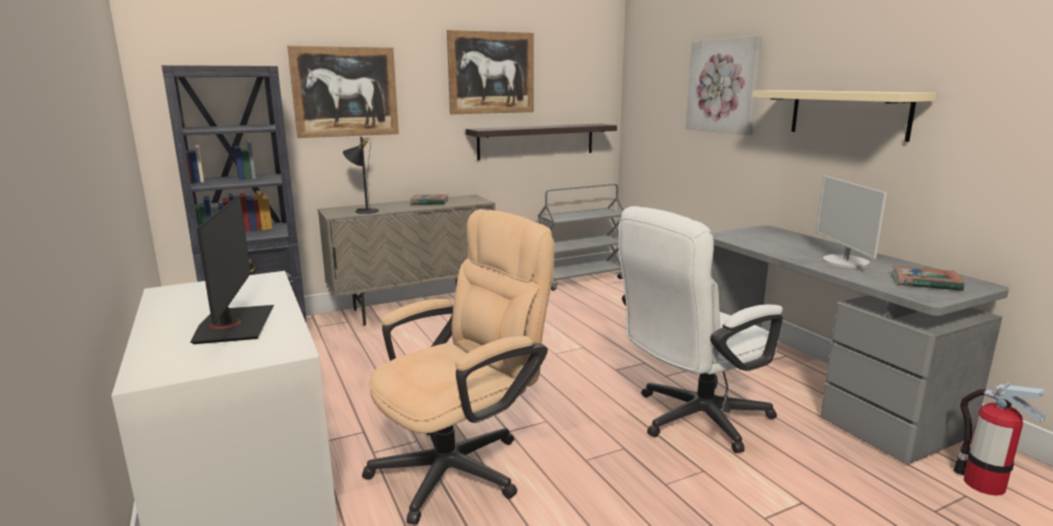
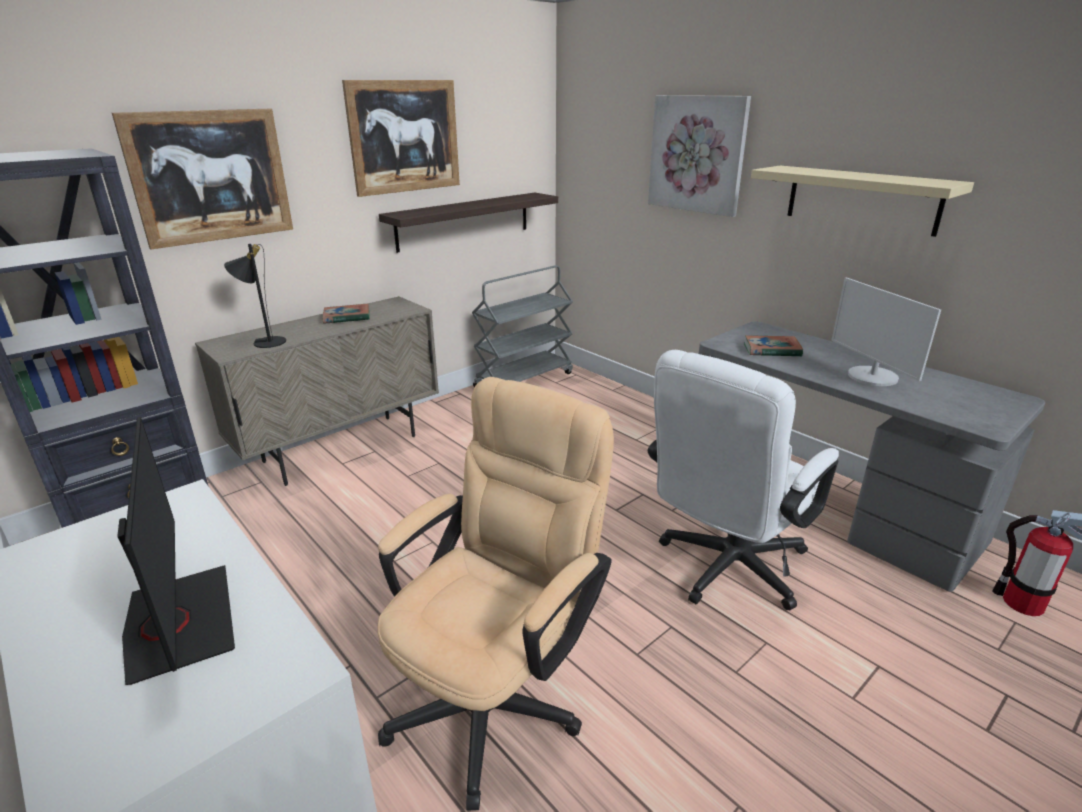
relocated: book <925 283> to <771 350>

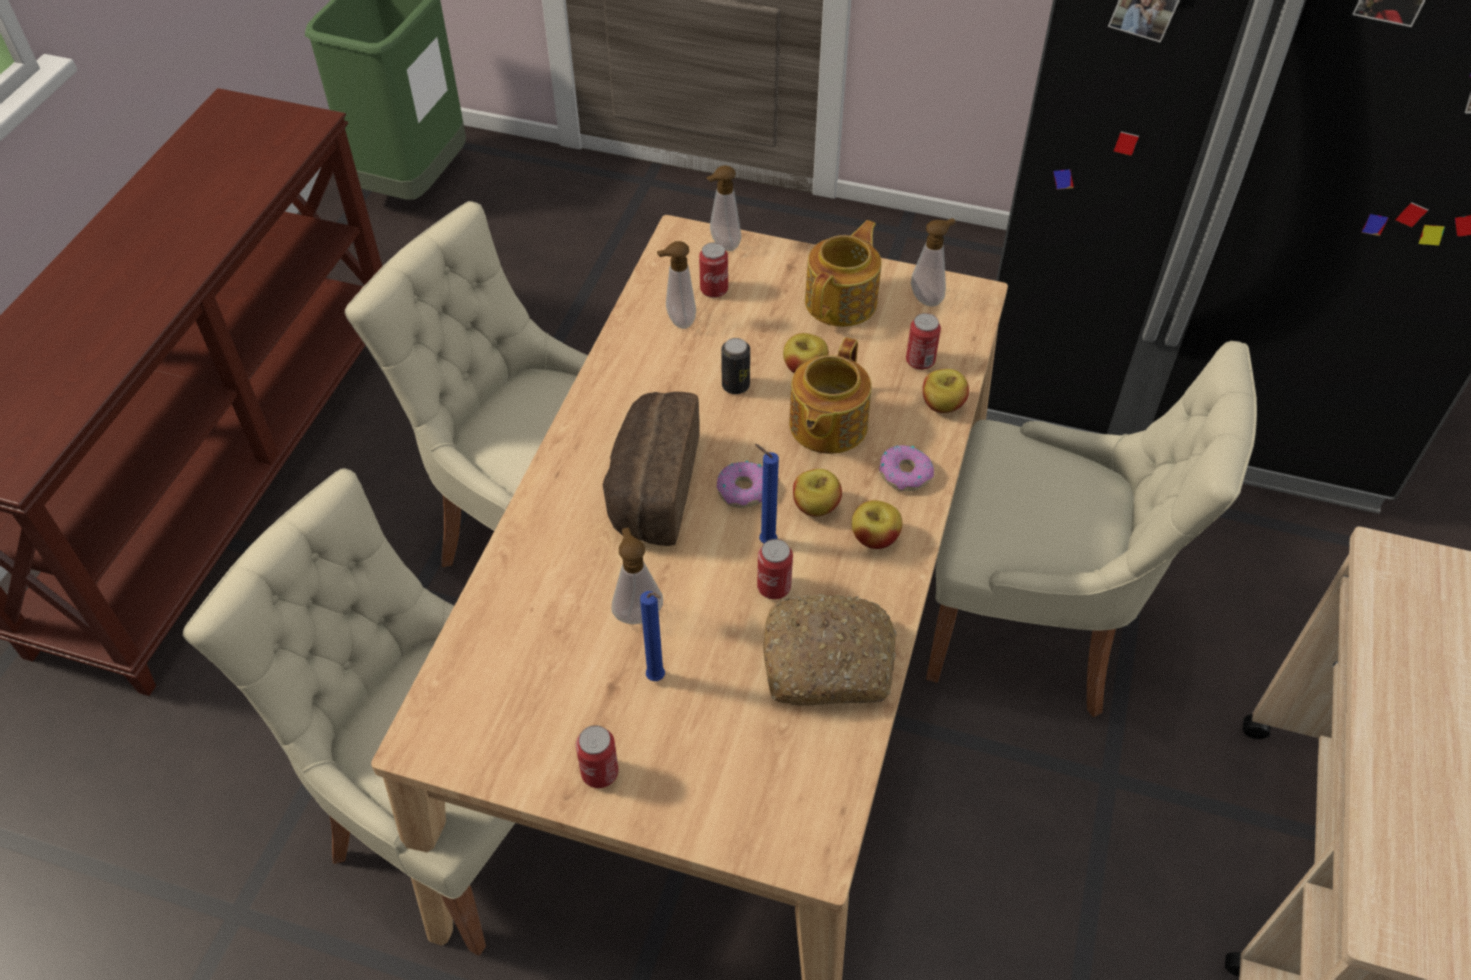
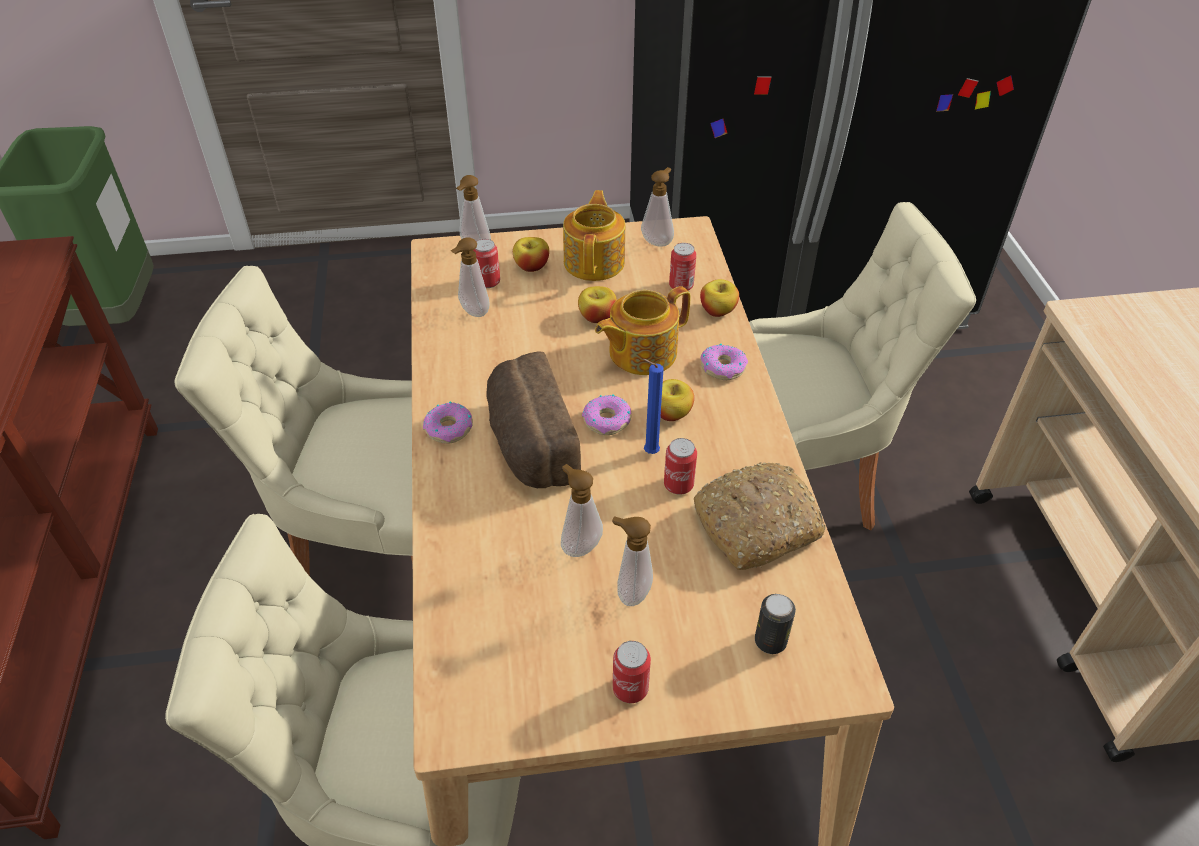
appeared: donut <449 428>
relocated: apple <874 538> to <531 266>; can <735 385> to <770 641>
exchanged: blue candle <657 679> to soap dispenser <630 592>
spun: teapot <826 426> = <641 352> 60 degrees clockwise

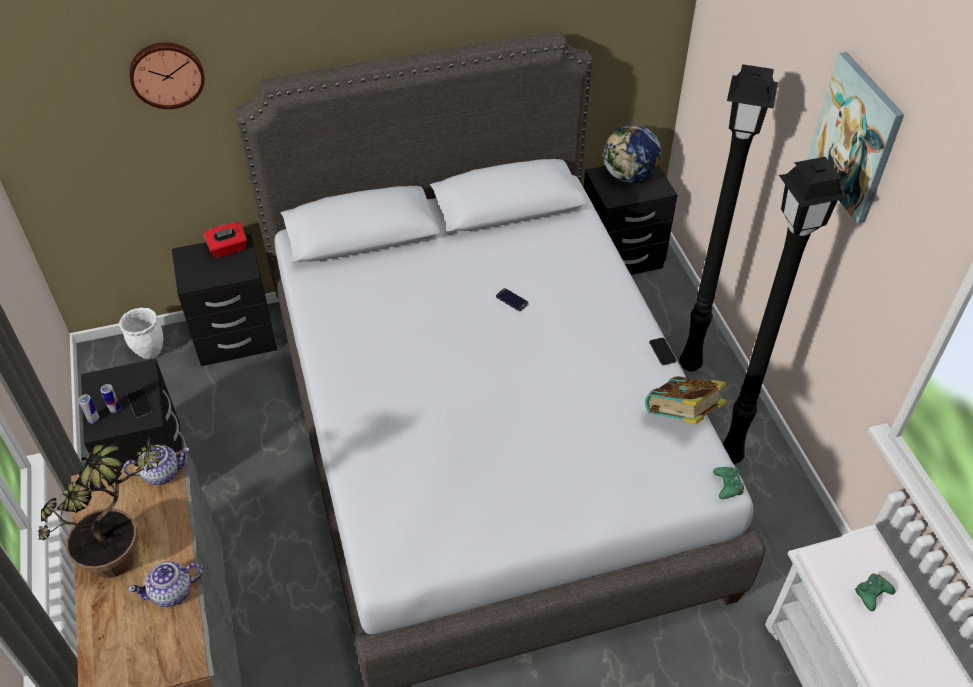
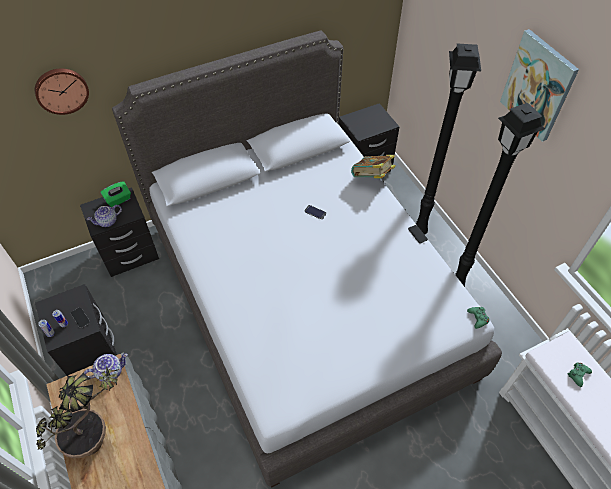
missing: white planter <150 350>; globe <629 176>
relocated: teapot <172 592> to <108 221>; book <681 417> to <372 178>
colour: red tissue box <228 249> to green tissue box <118 200>

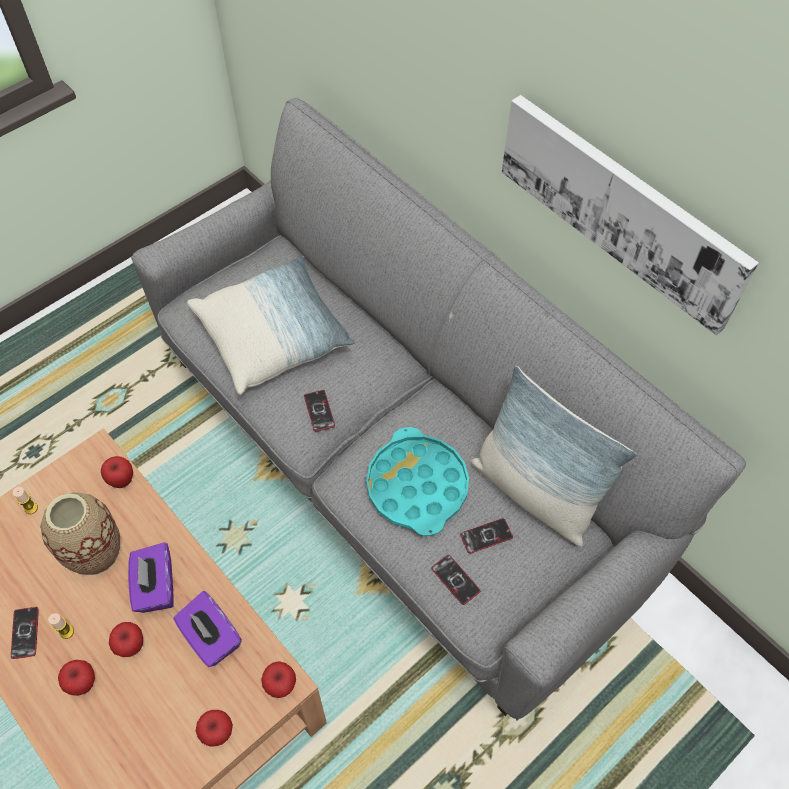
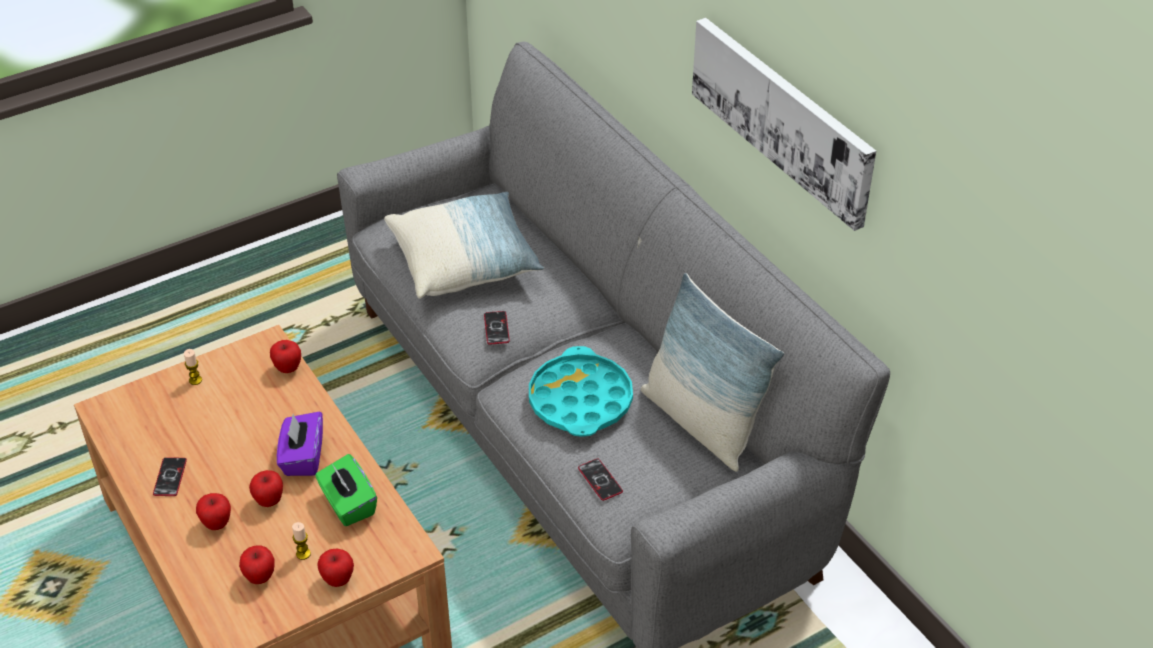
missing: vase <94 552>; phone <486 536>
relocated: apple <281 685> to <260 577>; candle <67 632> to <303 554>
colour: purple tissue box <211 637> to green tissue box <348 504>

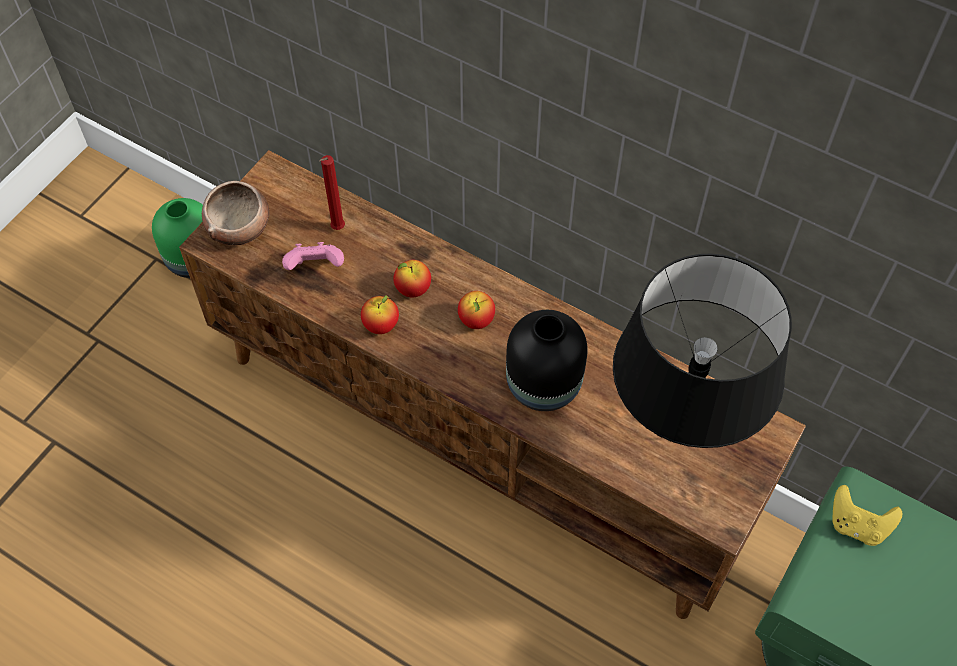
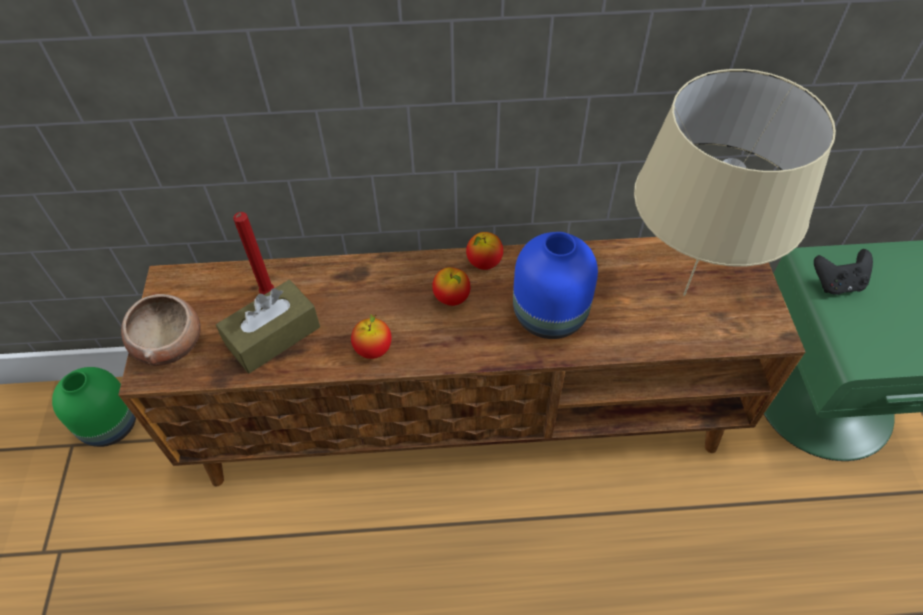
relocated: apple <413 289> to <484 263>
exchanged: pink game controller <316 267> to brown tissue box <273 336>
colour: black vase <544 386> to blue vase <551 316>; black table lamp <677 440> to beige table lamp <684 295>; yellow game controller <857 525> to black game controller <837 284>

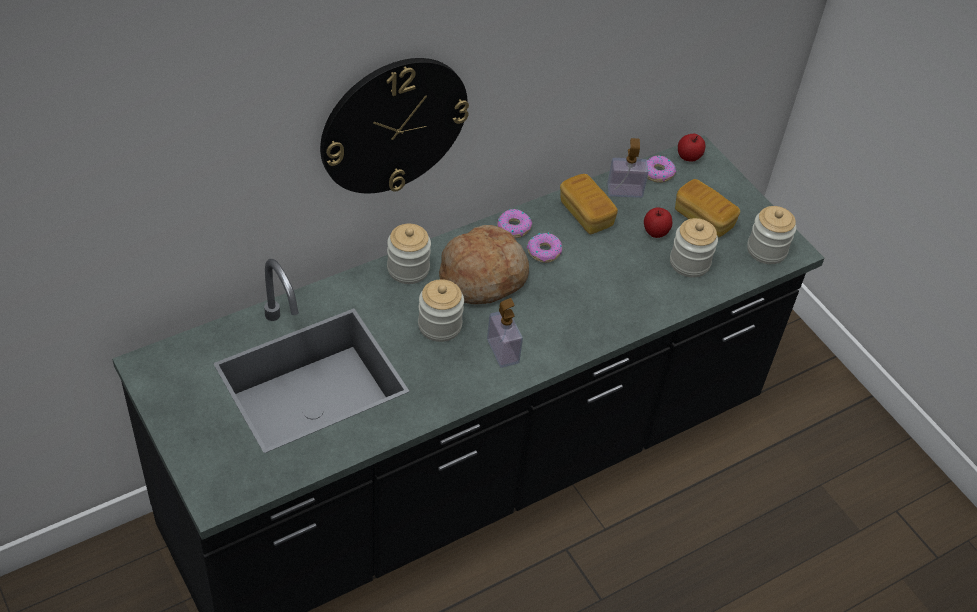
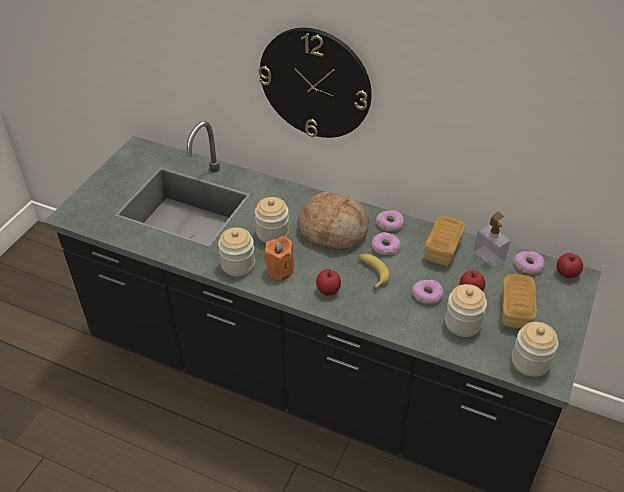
appeared: apple <328 290>; banana <372 273>; donut <427 294>
relocated: jar <408 269> to <238 264>
exchanged: soap dispenser <503 351> to orange candle <280 270>

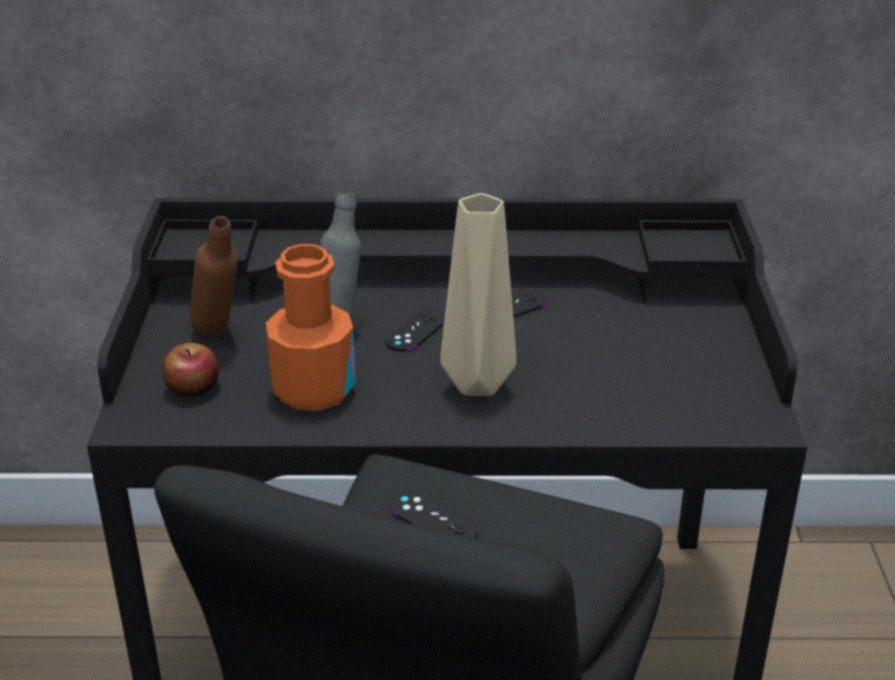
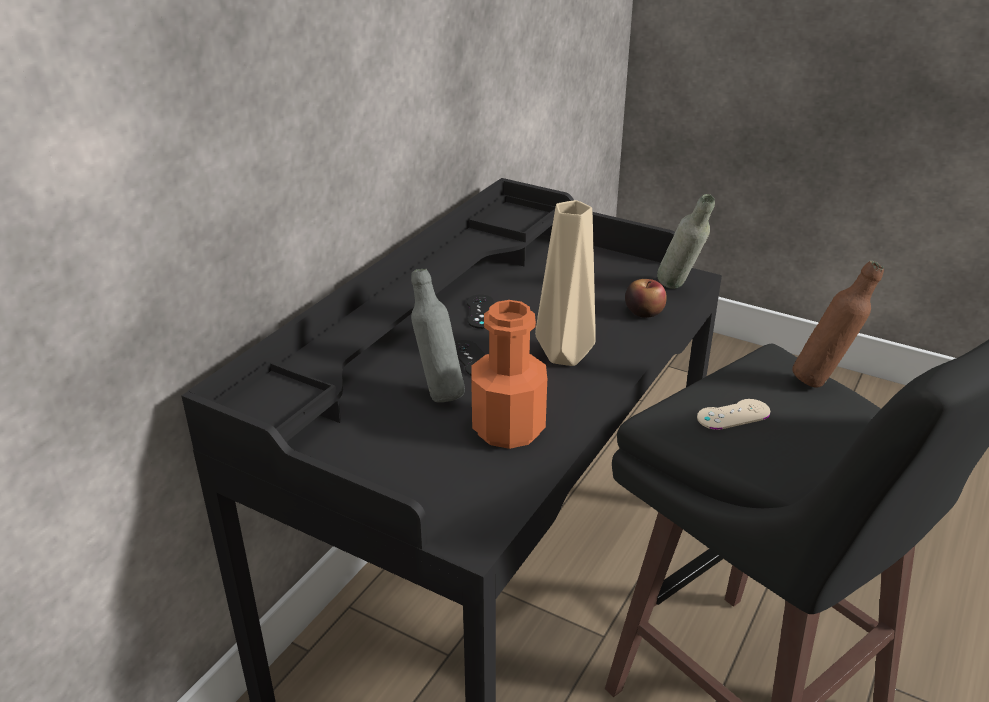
appeared: grey bottle <679 290>
relocated: apple <193 387> to <644 311>; brown bottle <220 337> to <823 381>
colour: black game controller <433 518> to beige game controller <733 415>

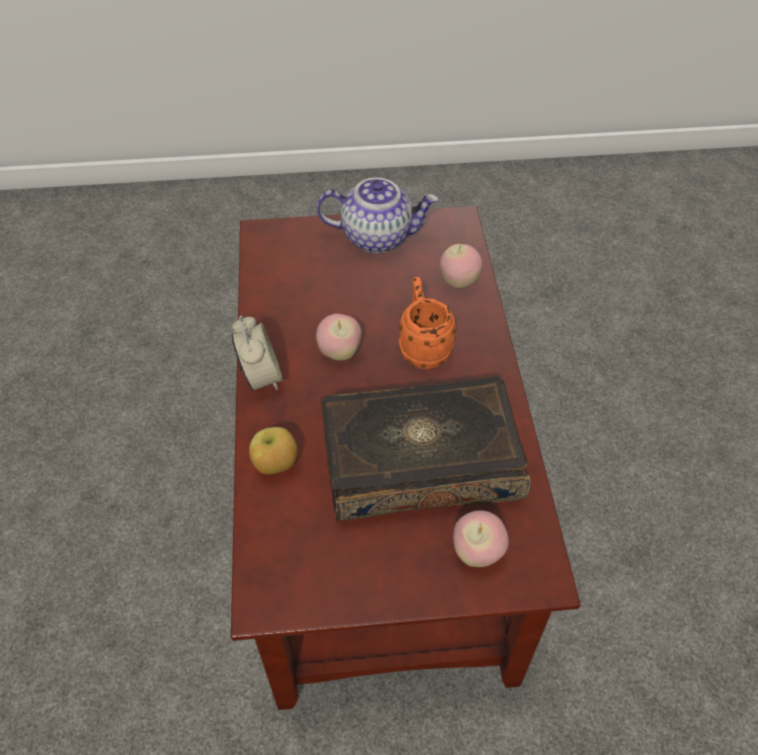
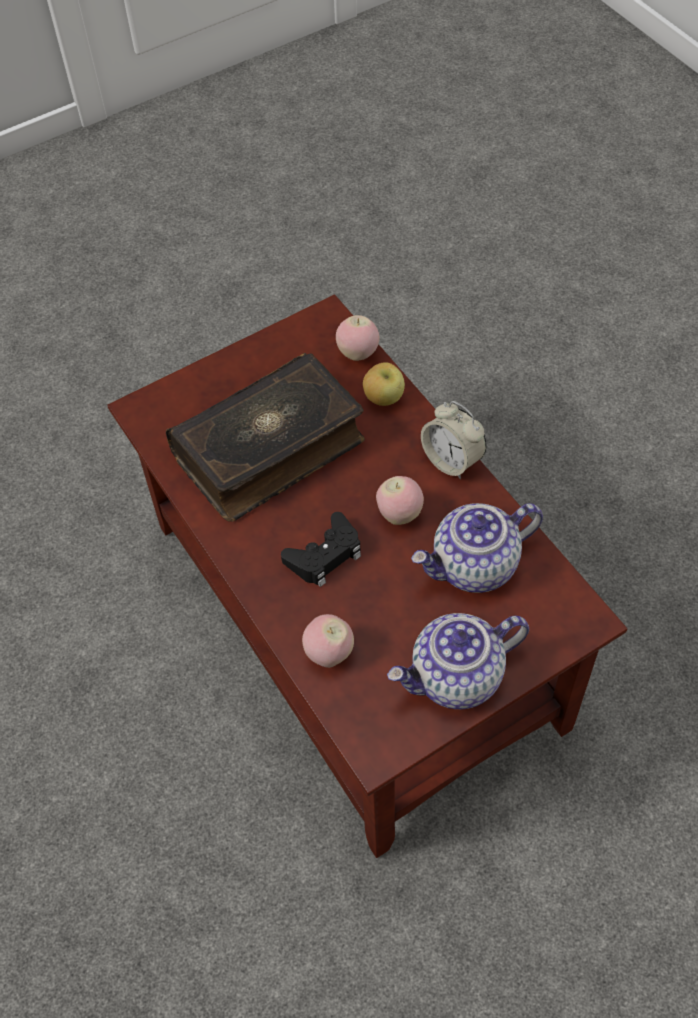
appeared: teapot <474 566>
relocated: apple <477 552> to <358 353>
exchanged: orange mug <422 347> to black game controller <325 555>

